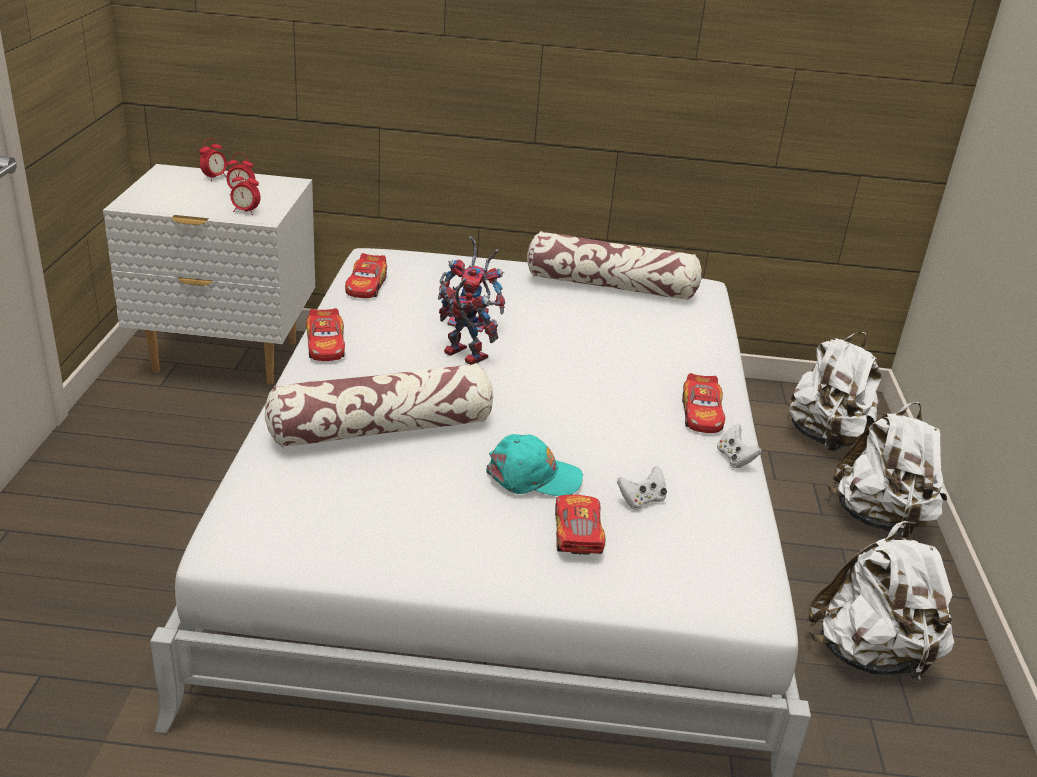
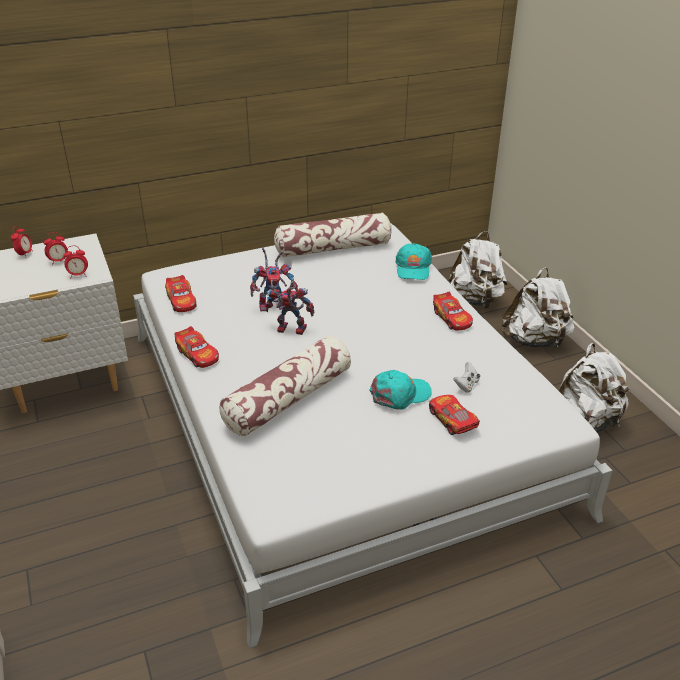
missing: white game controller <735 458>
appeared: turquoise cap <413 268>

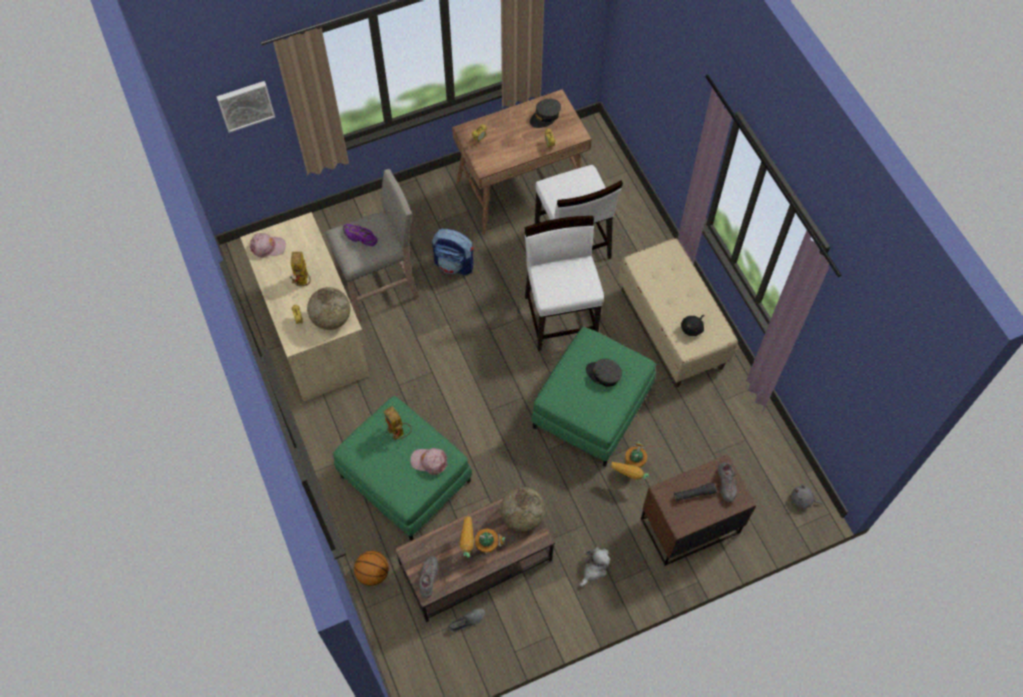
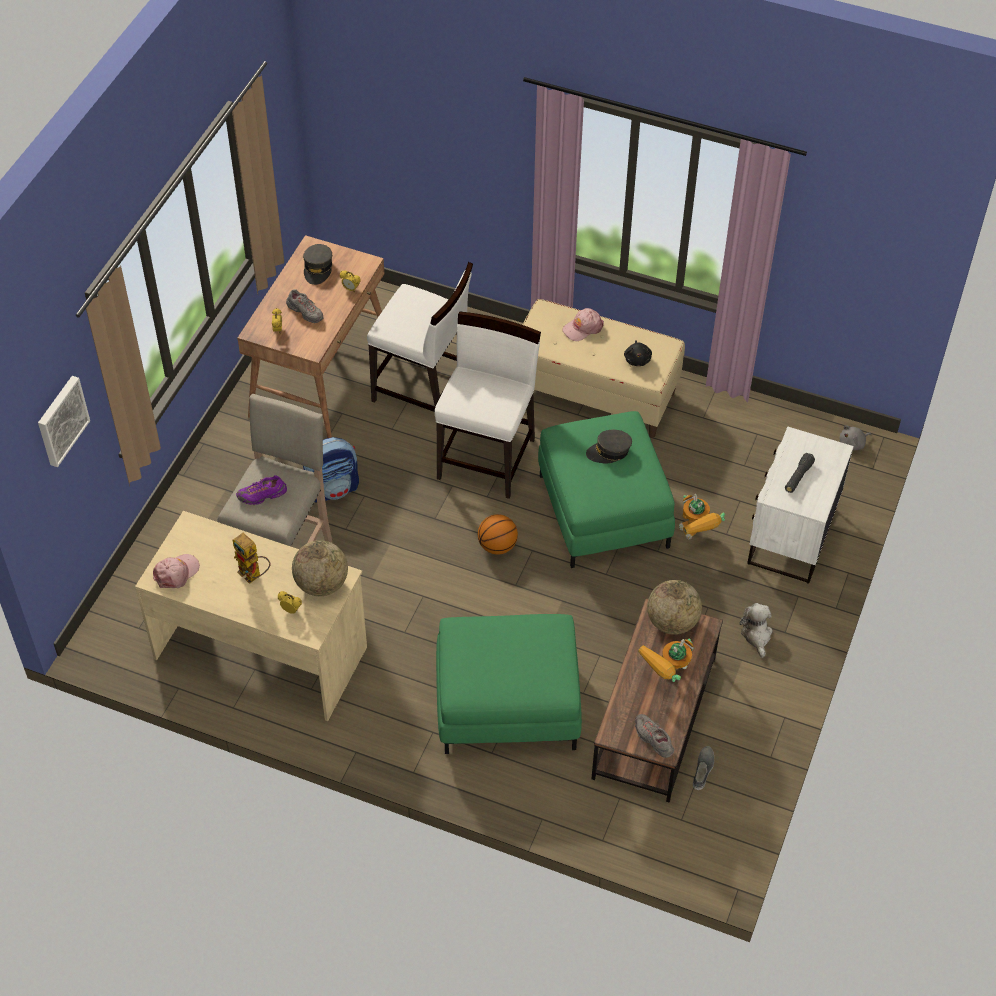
missing: toy robot <399 433>
relocated: grey shoe <726 484> to <305 312>; basketball <373 573> to <497 546>; pink cap <429 461> to <583 328>
colour: brown nightstand <689 525> to white nightstand <790 536>
spun: white chair <561 317> = <487 458> 75 degrees clockwise

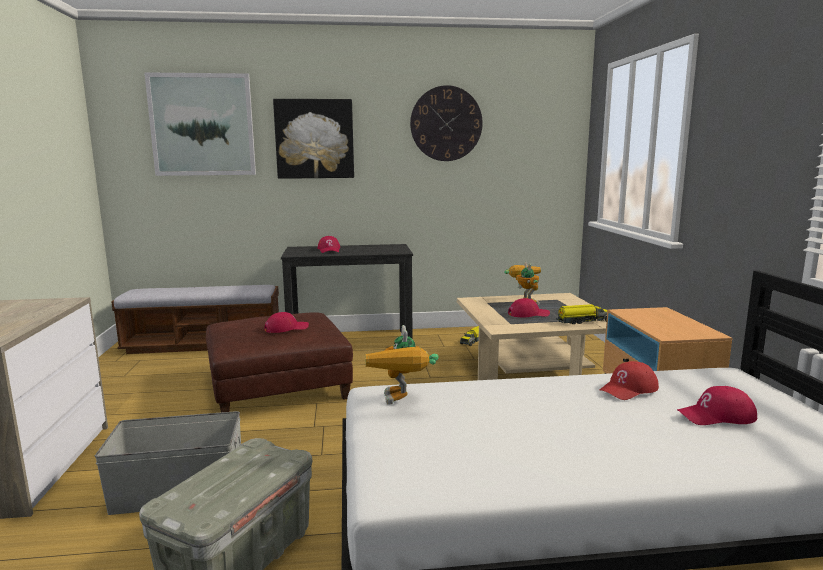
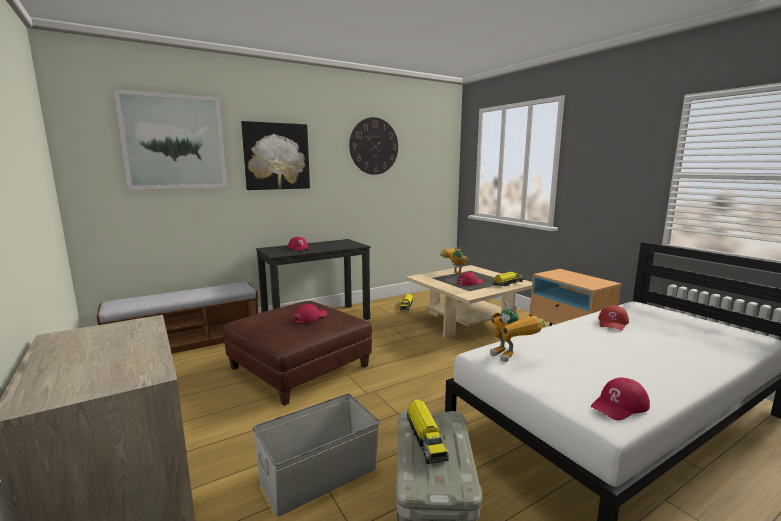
appeared: toy truck <425 438>
relocated: red cap <716 416> to <620 405>

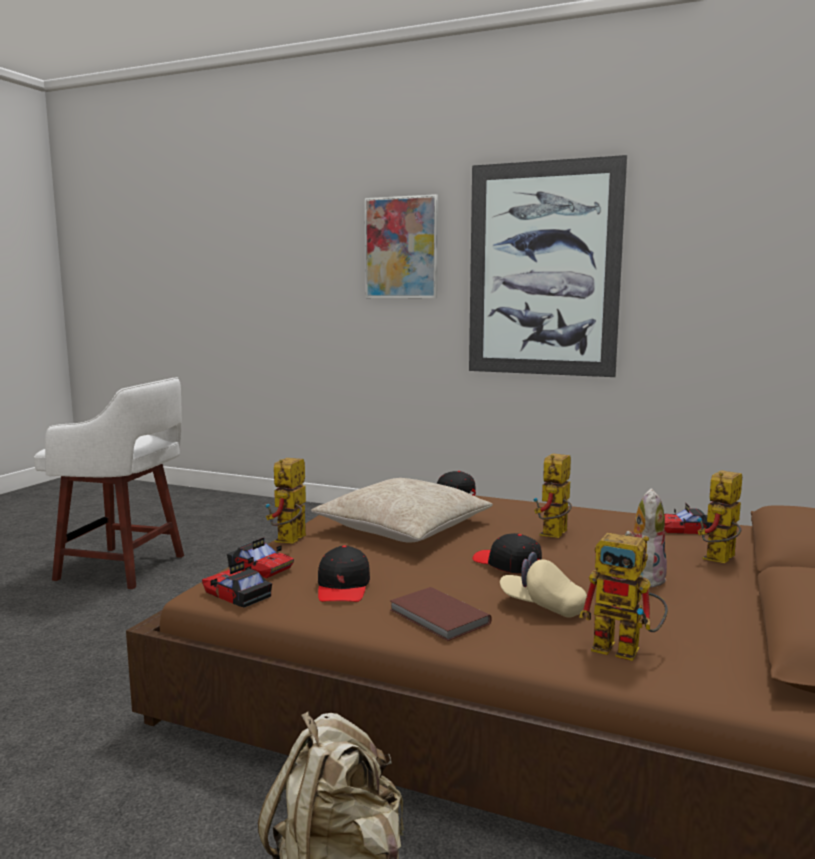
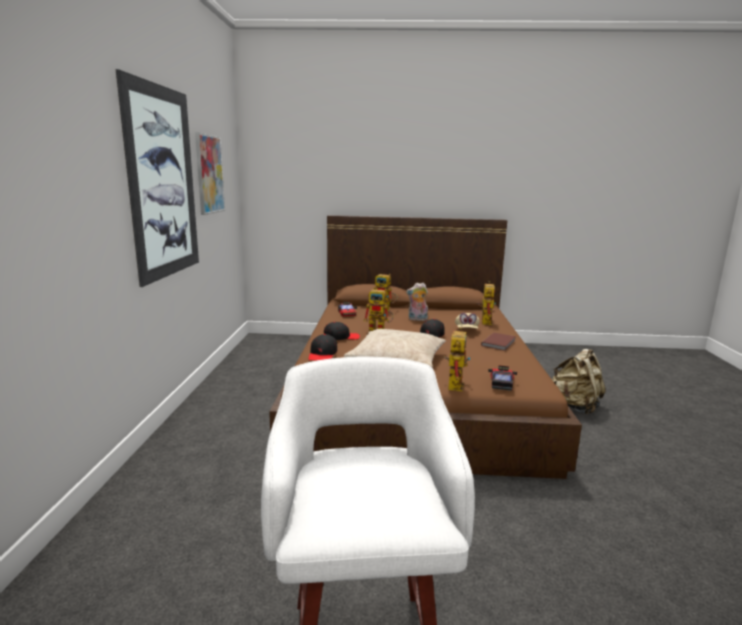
missing: toy car <237 594>
relocated: picture <401 248> to <209 174>; black cap <343 587> to <341 337>
spun: toy robot <290 541> = <454 384> 75 degrees counterclockwise

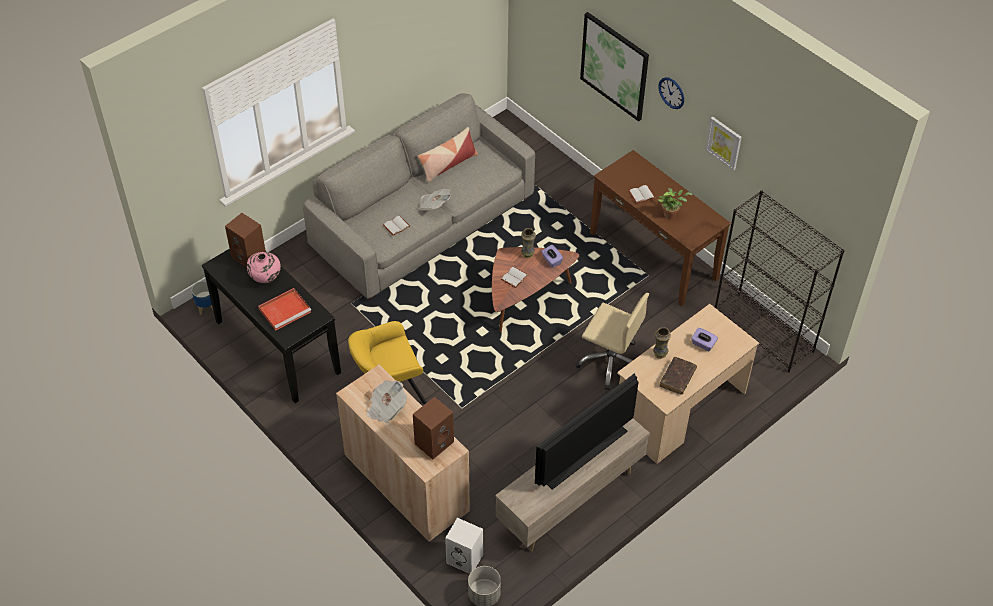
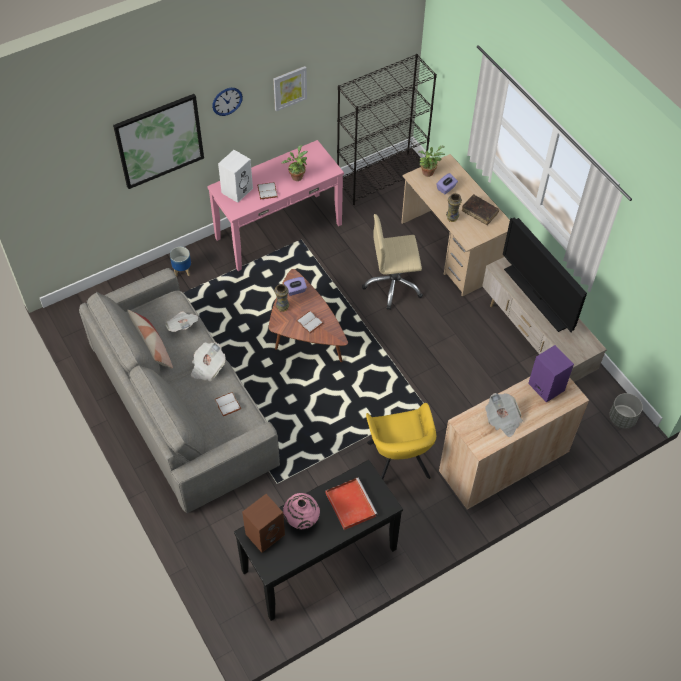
appeared: newspaper <182 326>; potted plant <428 171>
relocated: planter <206 307> to <182 271>; white speaker <466 558> to <237 190>
colour: brown console table <653 255> to pink console table <278 231>; brown speaker <434 442> to purple speaker <545 386>
spun: beige office chair <611 362> = <393 285> 135 degrees counterclockwise

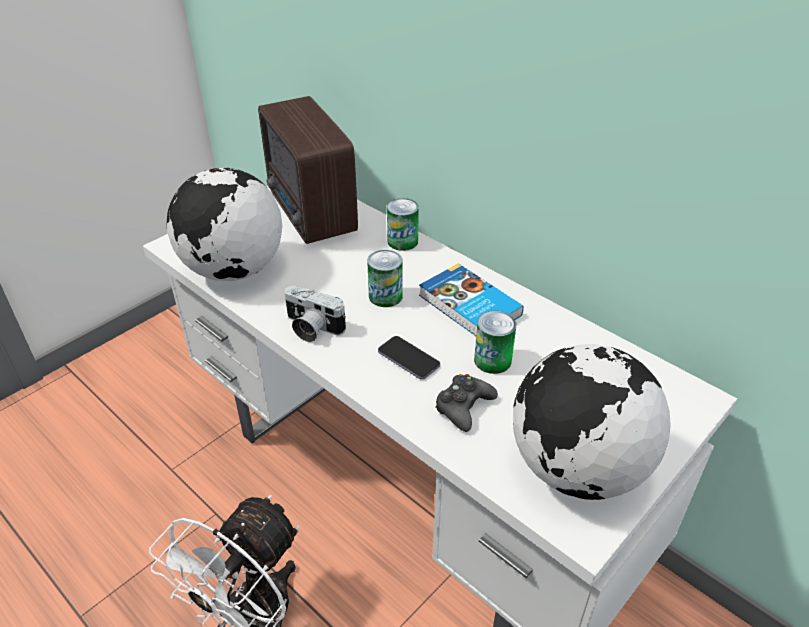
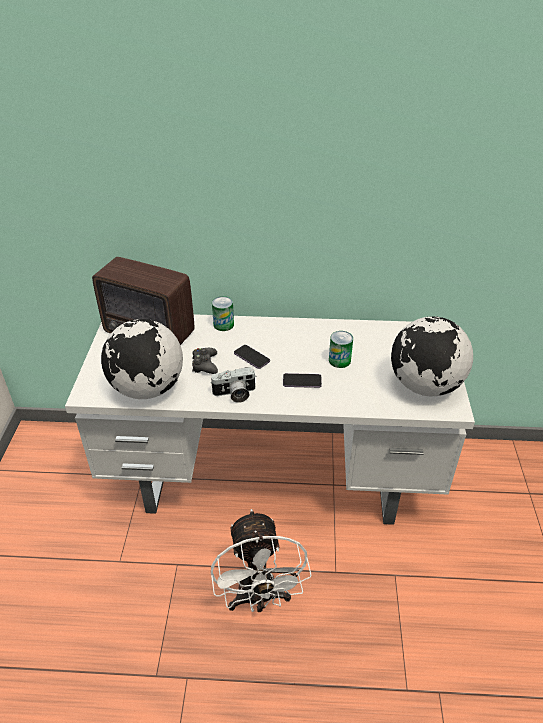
missing: book <468 306>
relocated: black game controller <463 407> to <205 364>
exchanged: can <385 296> to phone <251 357>

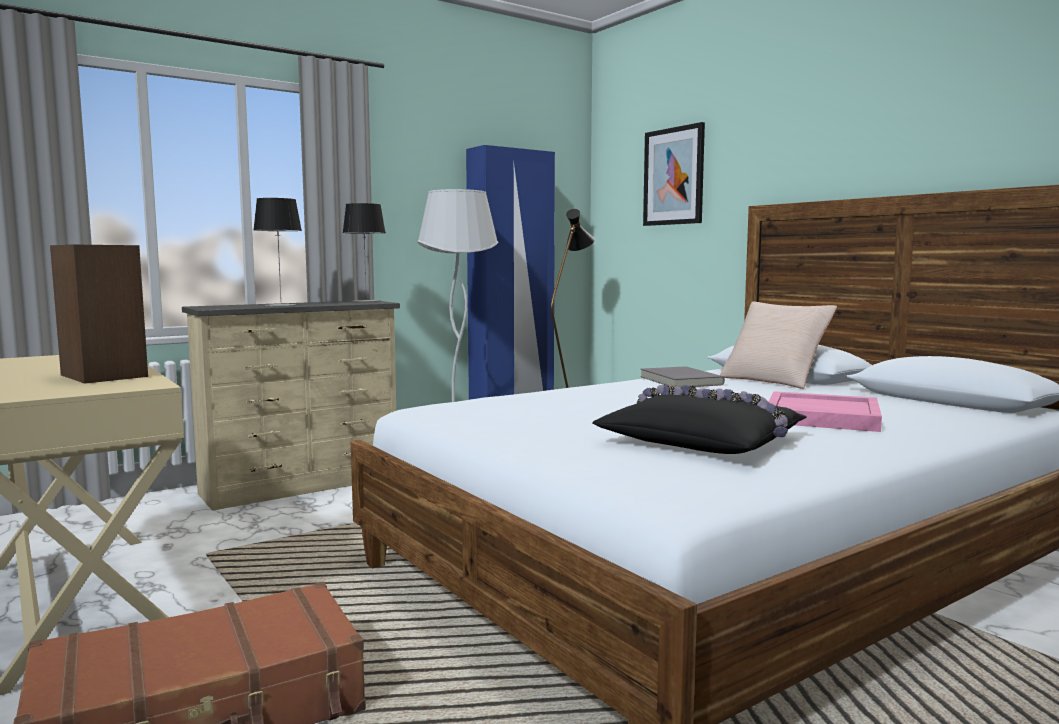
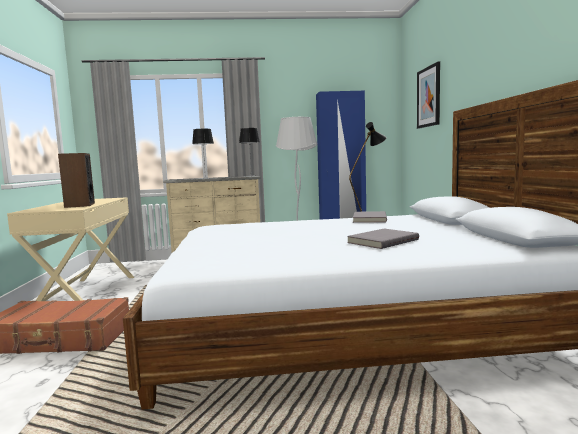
missing: black pillow <703 441>; beige pillow <774 380>
exchanged: pink tray <821 417> to grey book <382 241>

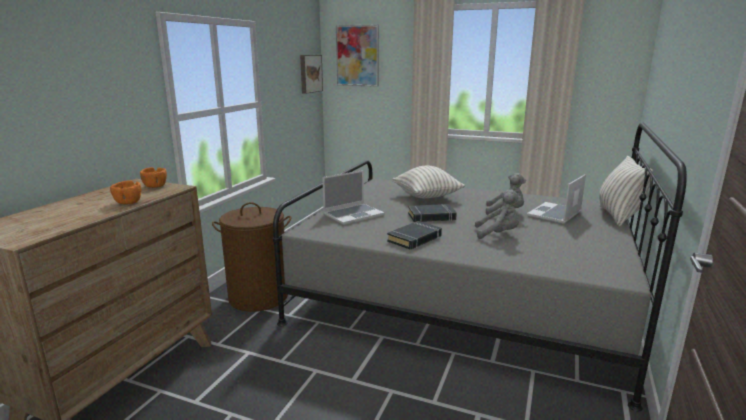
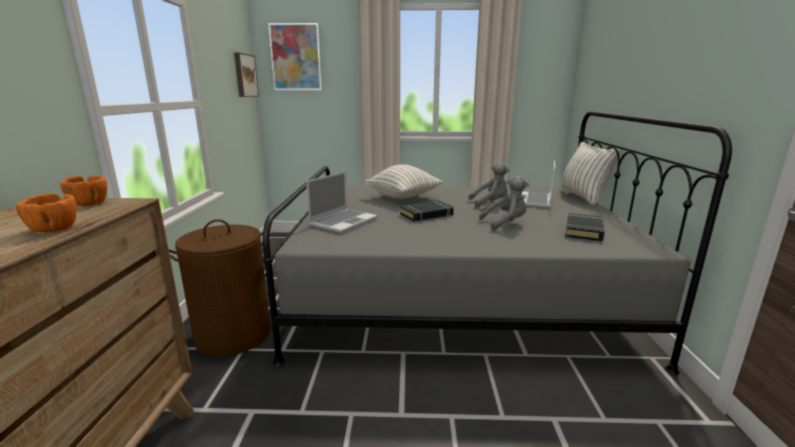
relocated: black book <415 239> to <584 231>

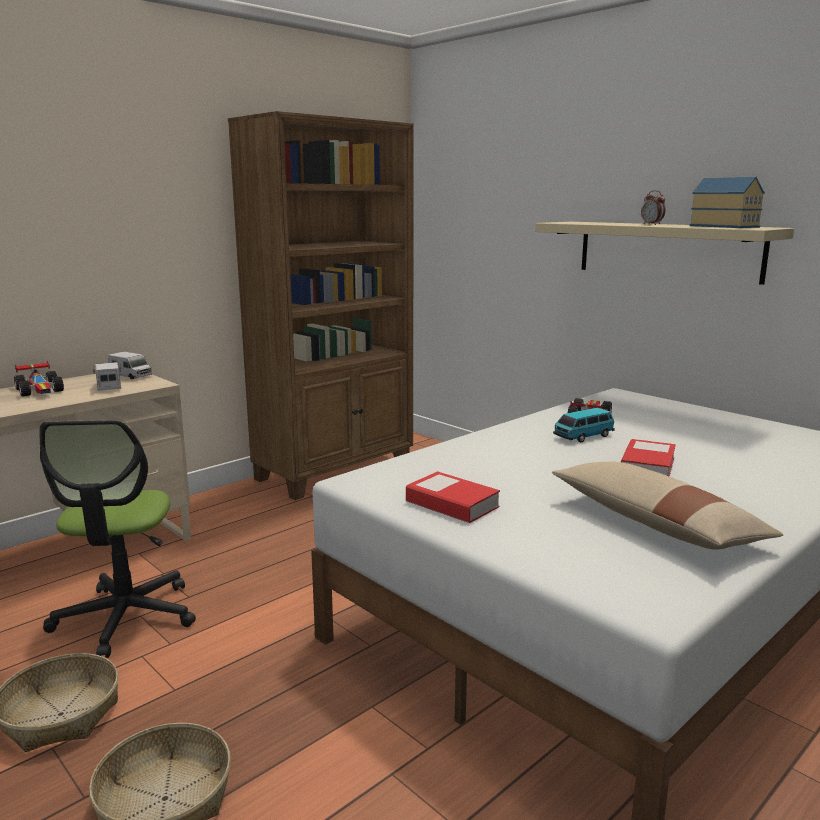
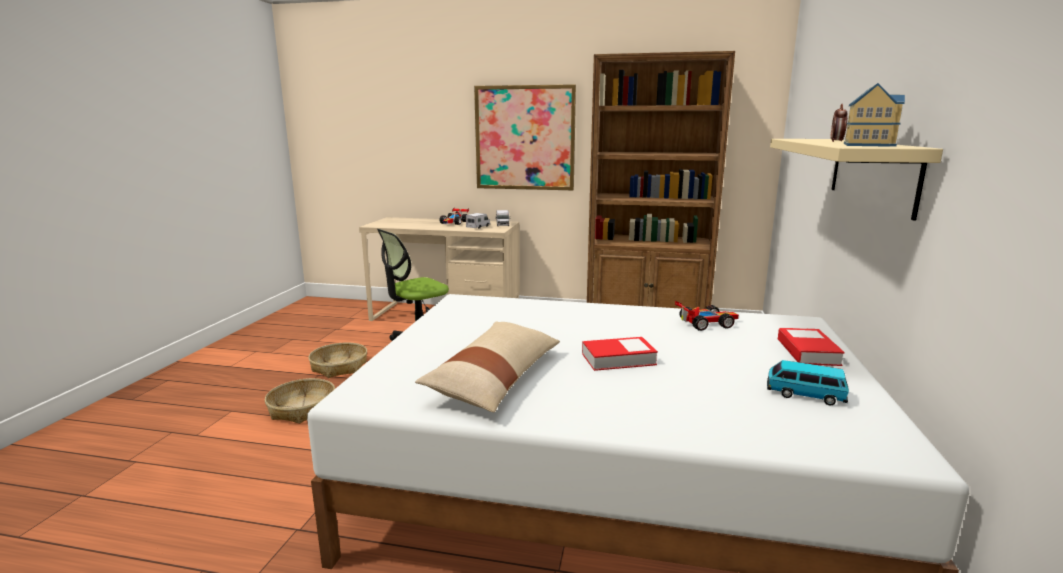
appeared: picture <525 138>
relocated: toy car <583 436> to <804 394>; book <452 504> to <808 352>

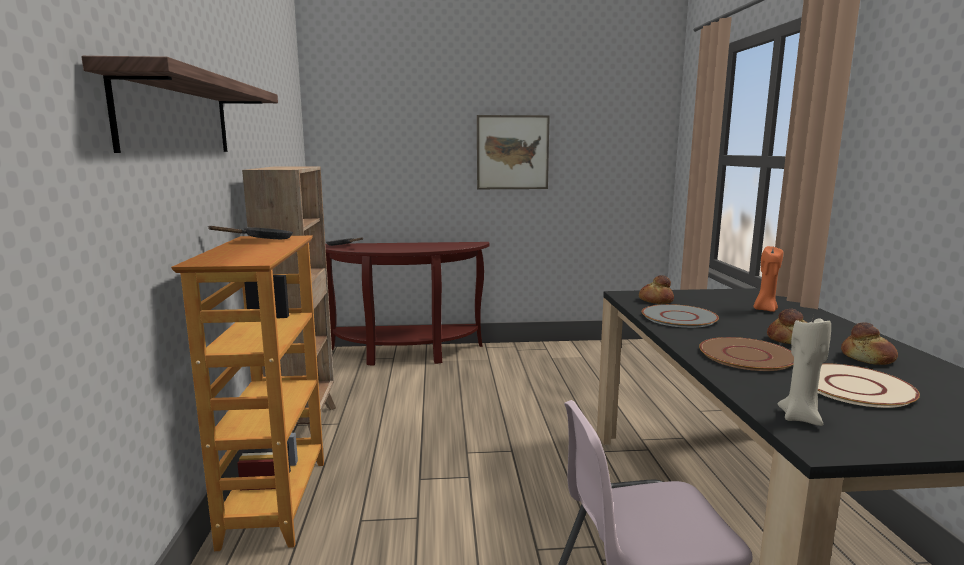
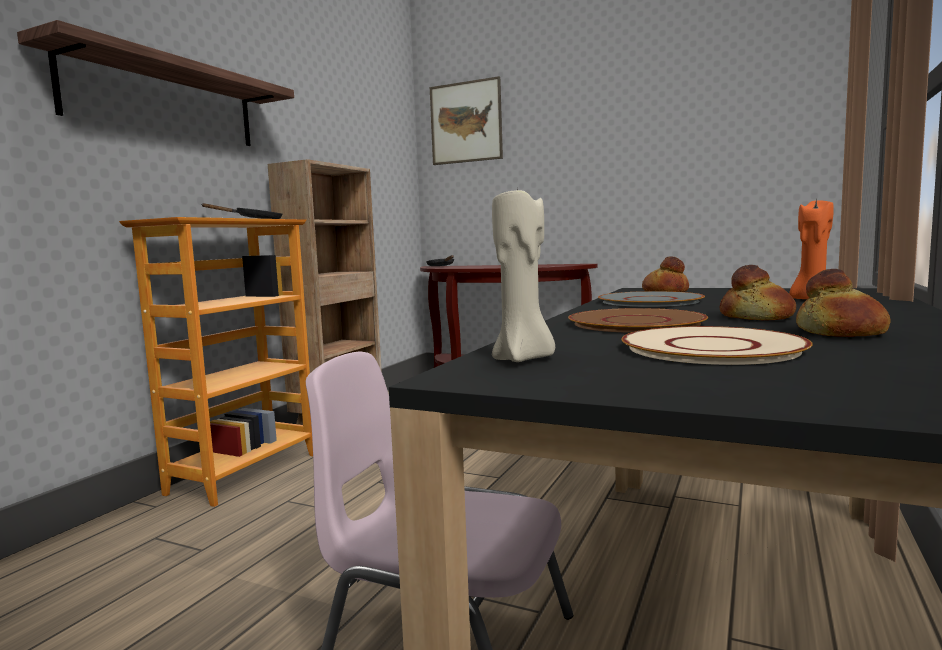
relocated: picture <512 152> to <466 122>

